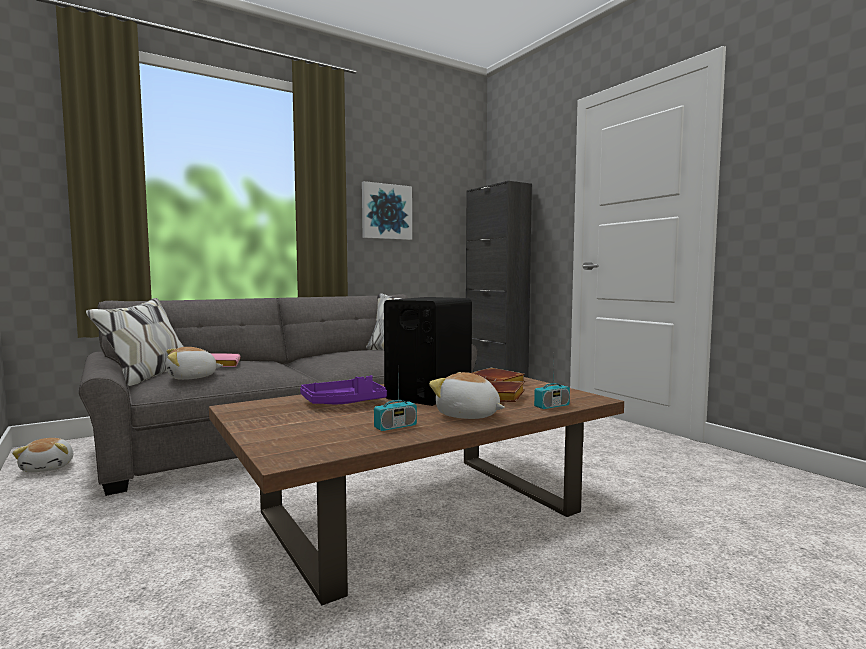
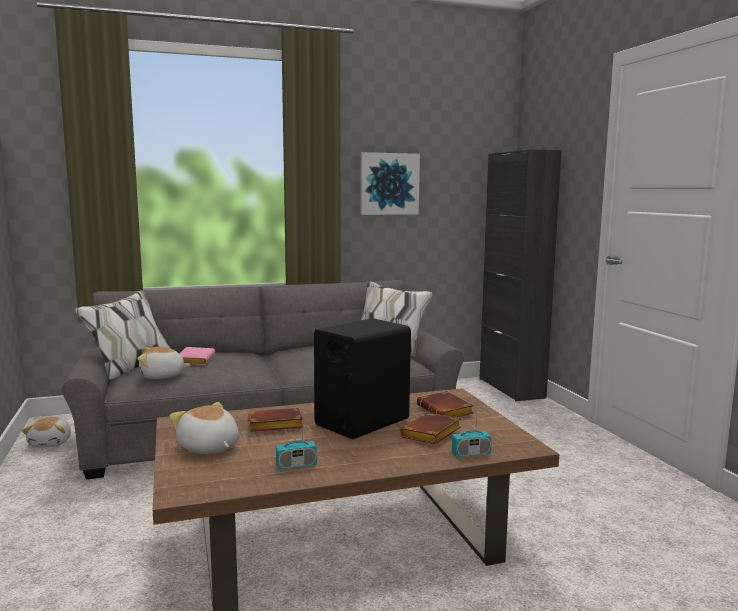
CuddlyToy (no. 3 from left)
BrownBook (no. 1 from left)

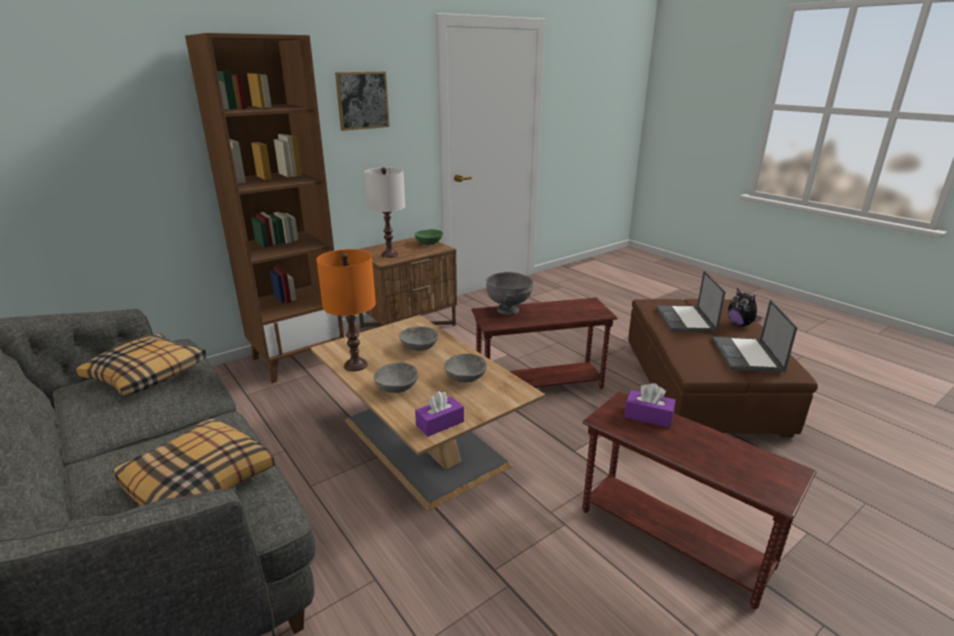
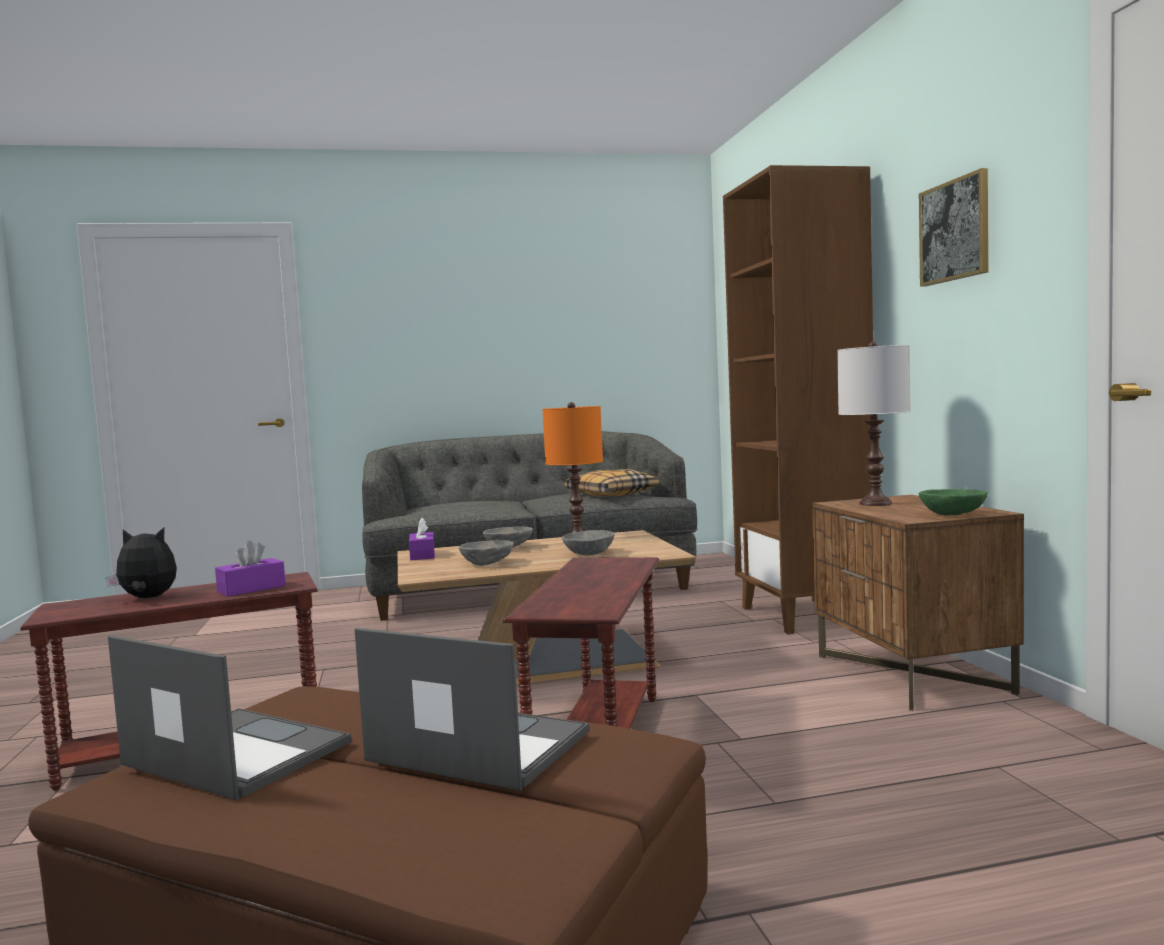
Cushion (no. 2 from left in the first image)
GrayServingBowl (no. 4 from left in the first image)
CuddlyToy

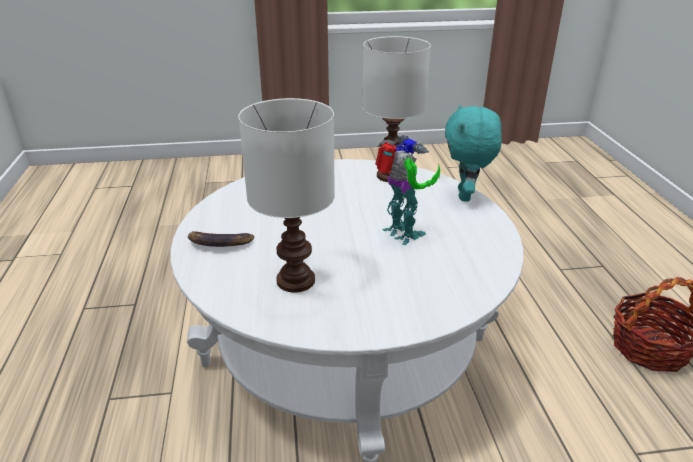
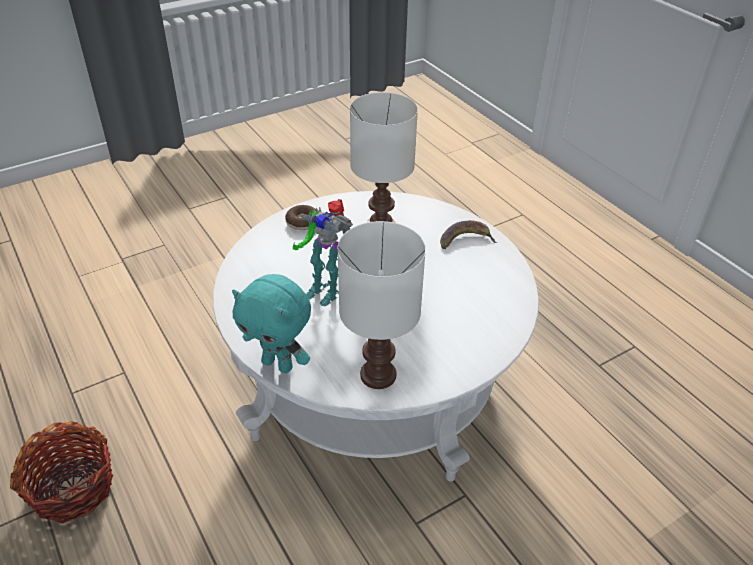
Donut
TurquoiseCuddlyToy

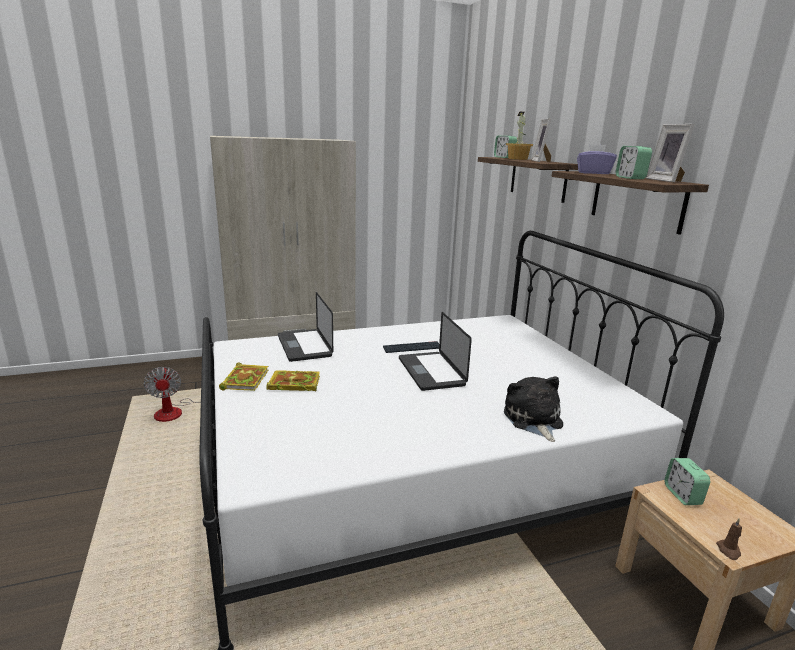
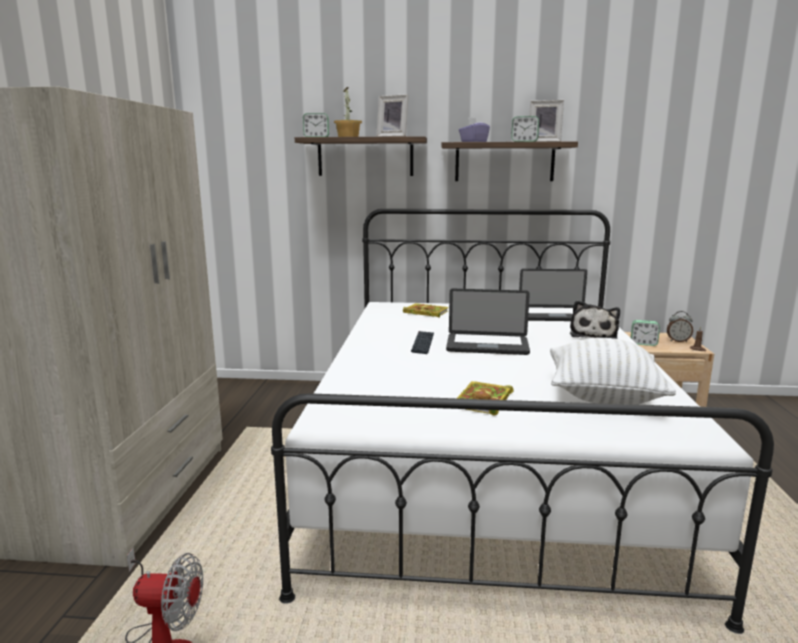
WhiteCushion
BedsideClock (no. 4 from left)
Book (no. 1 from left)
PortableComputer (no. 2 from left)
CuddlyToy

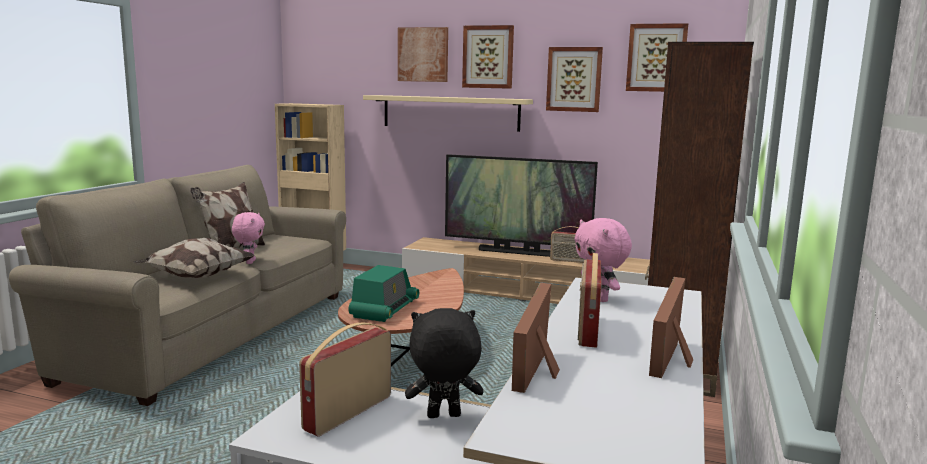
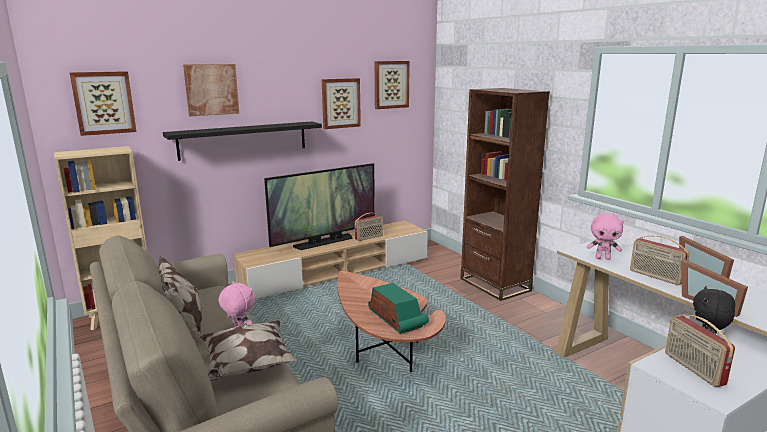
WallArt (no. 1 from left)
BlackColouredWallShelf

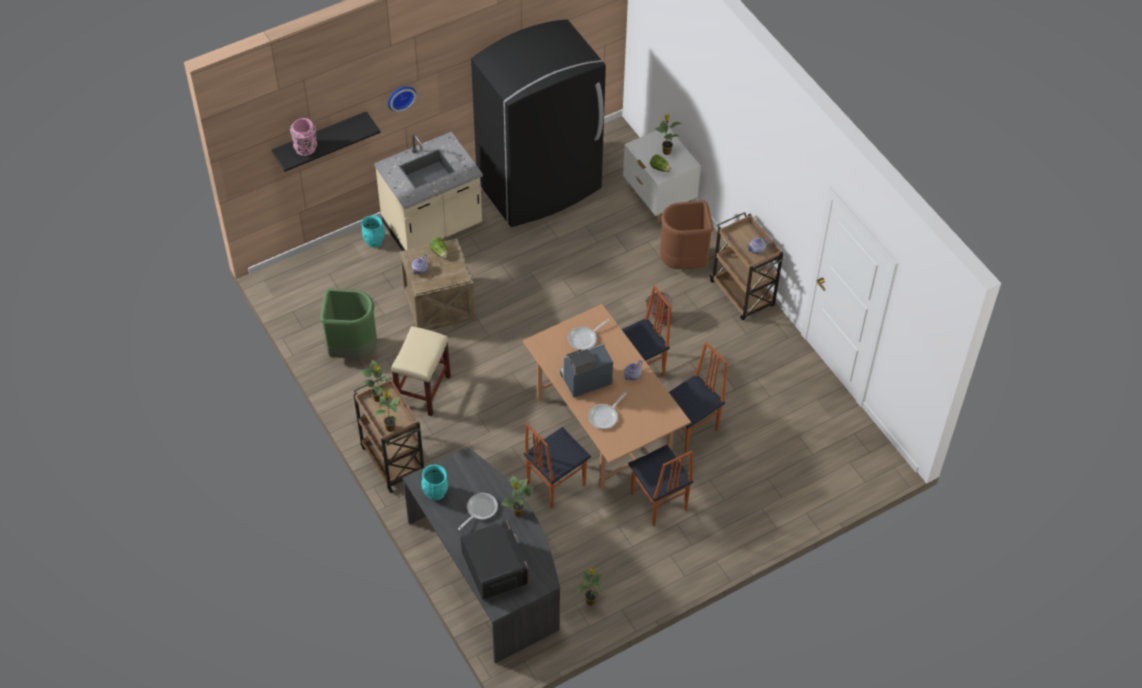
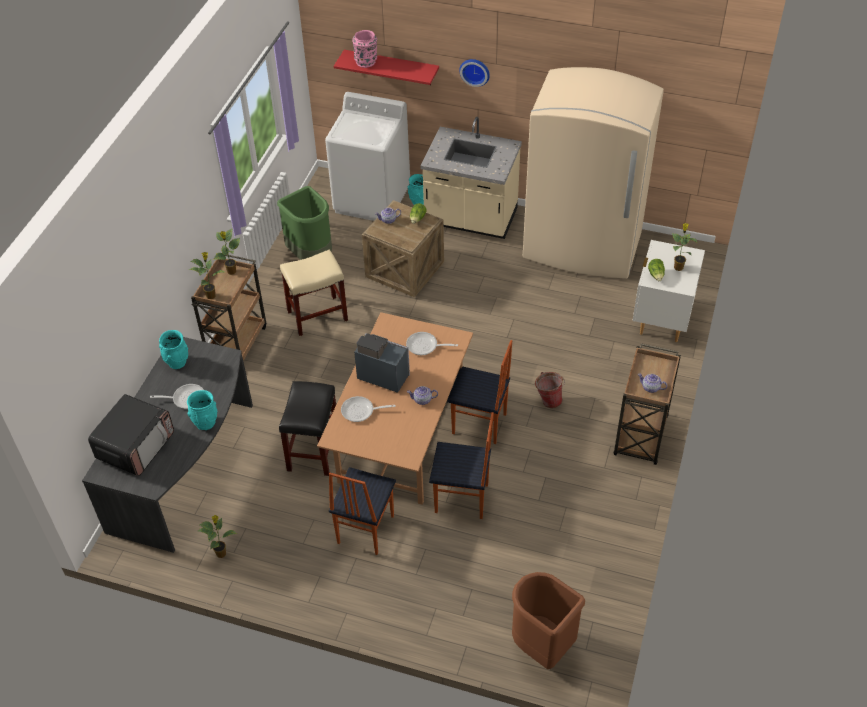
WhiteLaundryAppliance
BrownTrashCan
TurquoiseDecorativeVase (no. 2 from left)
BlackColouredSittingStool
RedWallShelf
BeigeColouredFridge

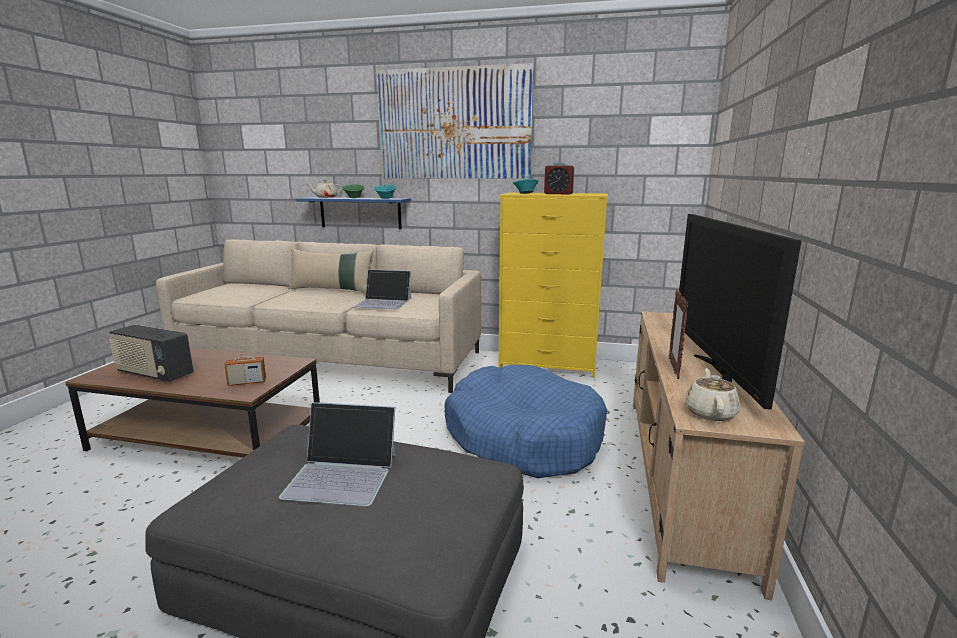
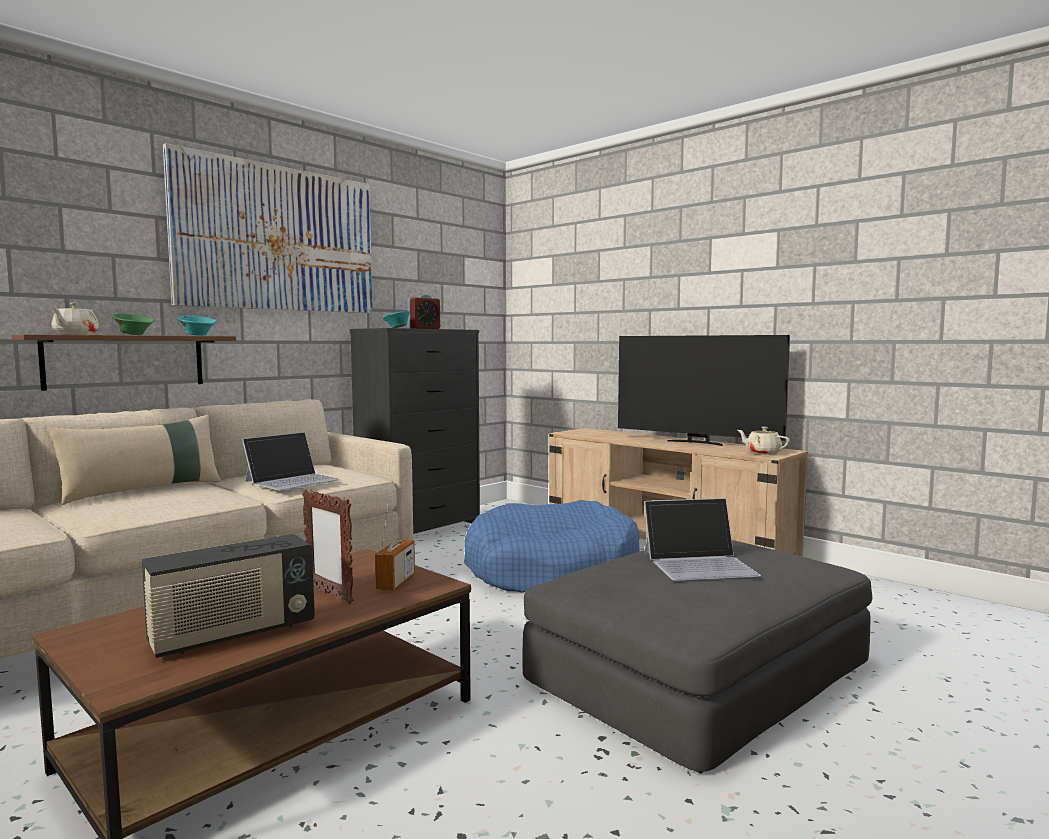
PictureFrame
BrownWallShelf
BlackColouredDresser
PortableComputer (no. 2 from left)

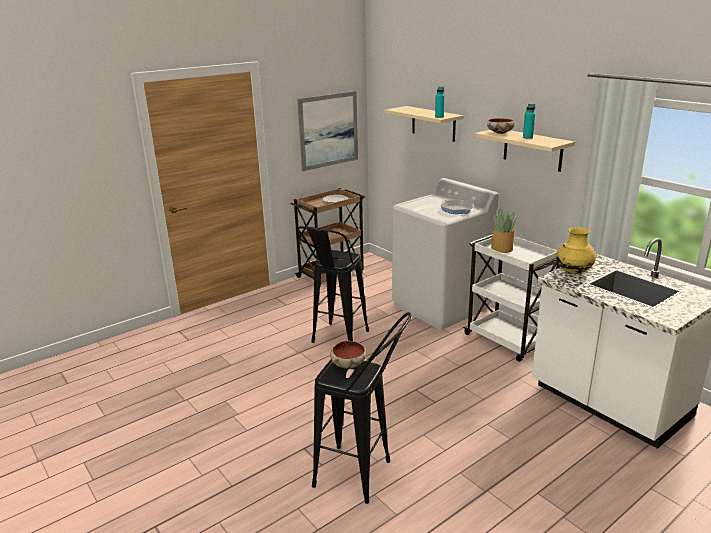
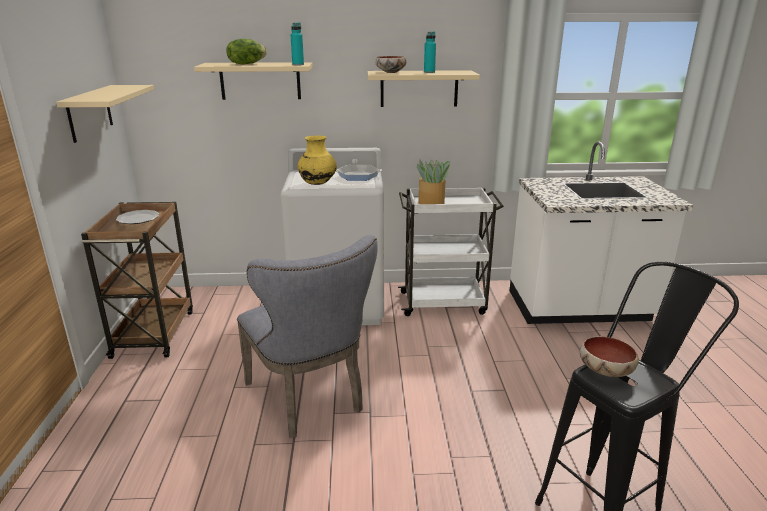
HeadOfLettuce
YellowDecorativeVase
BeigeColouredWallShelf (no. 1 from left)
GrayPlainChair

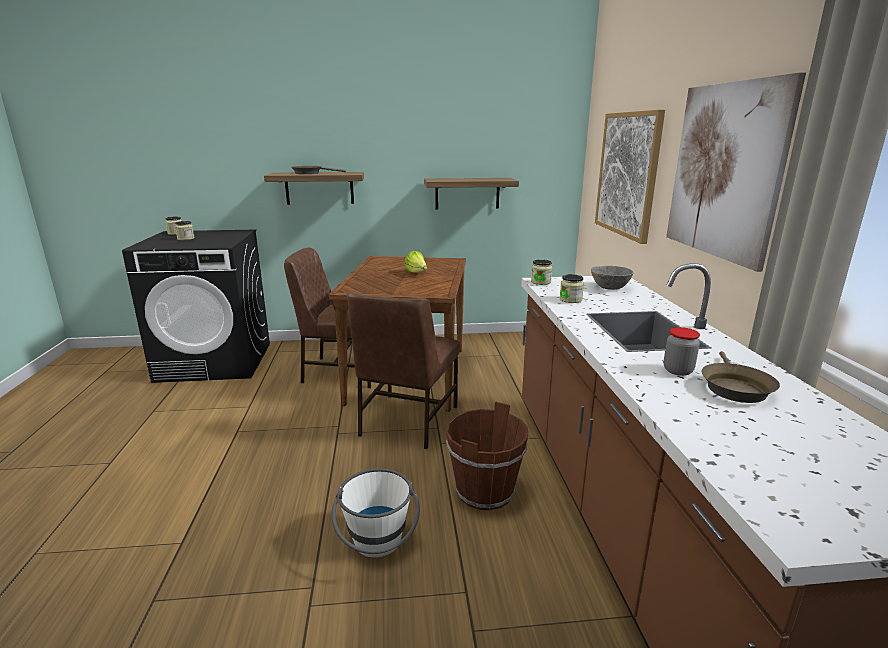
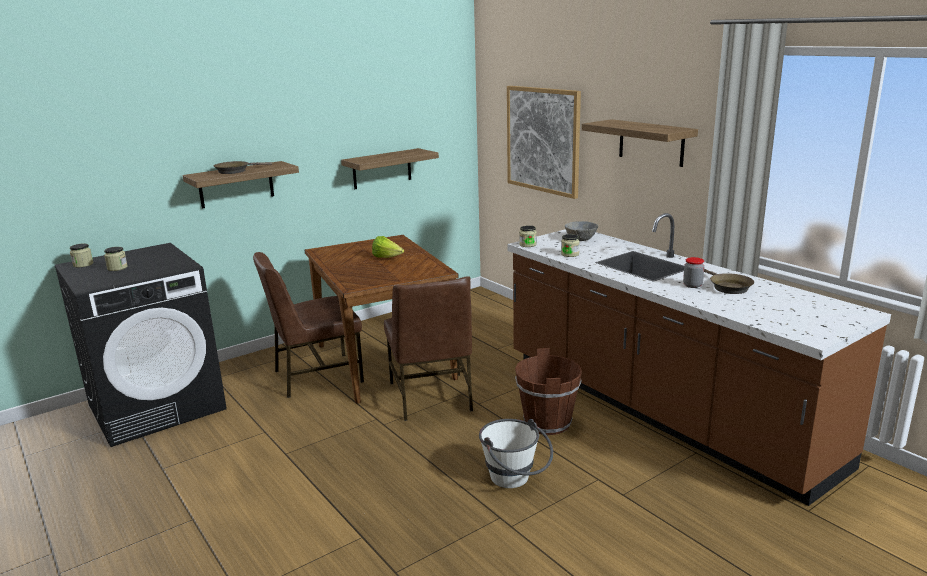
WallShelf (no. 3 from left)

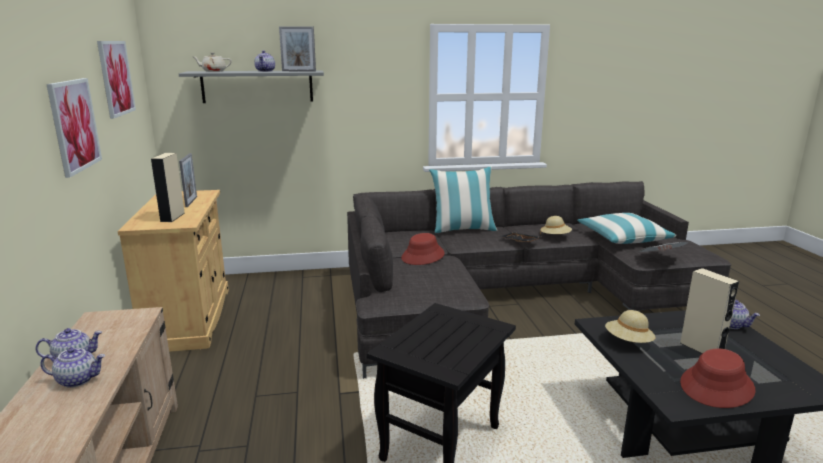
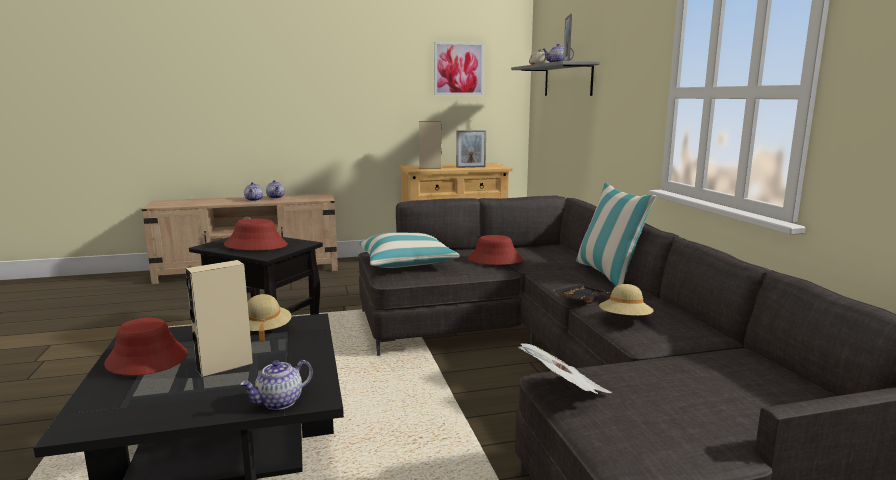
WallArt (no. 1 from left in the first image)
RedHat (no. 2 from left)
Cushion (no. 1 from left)

